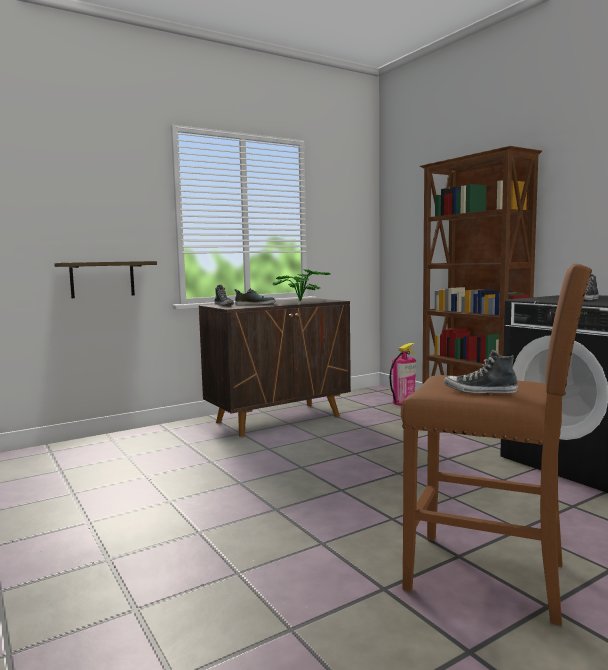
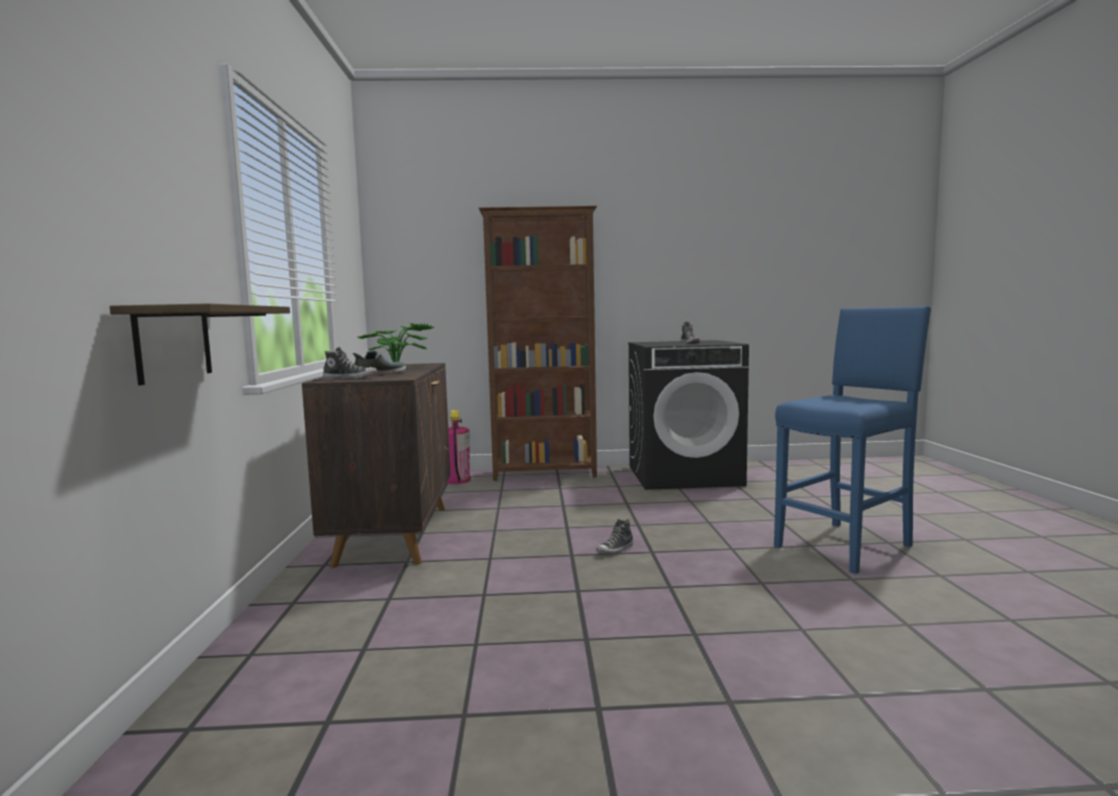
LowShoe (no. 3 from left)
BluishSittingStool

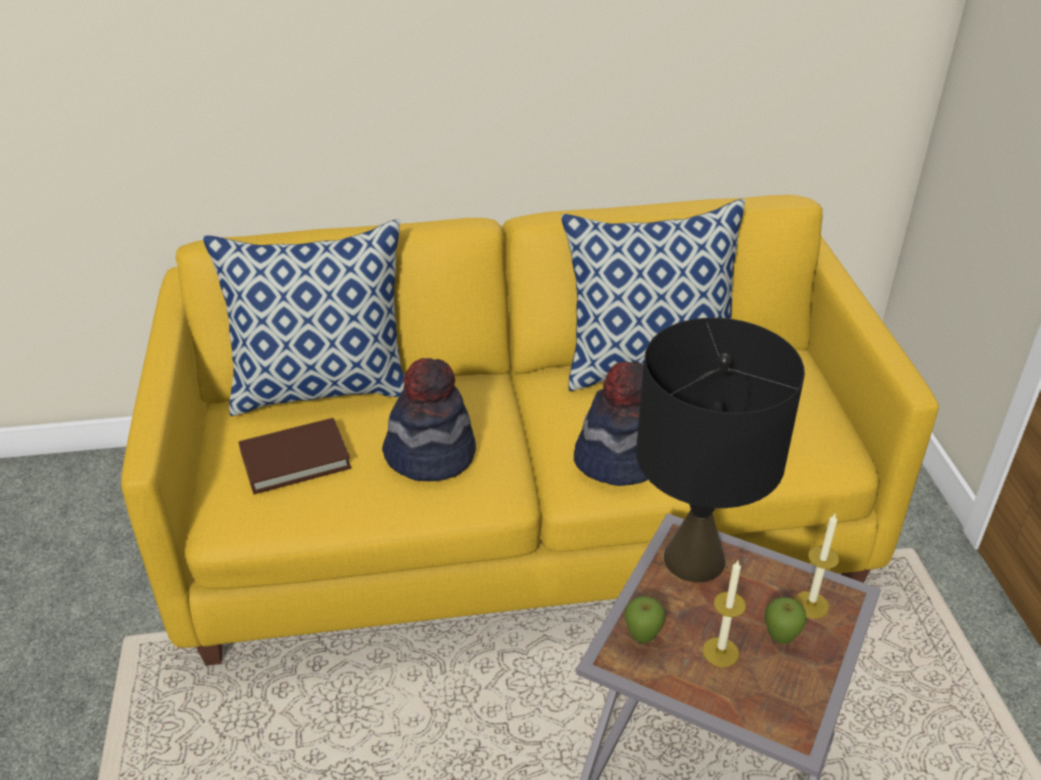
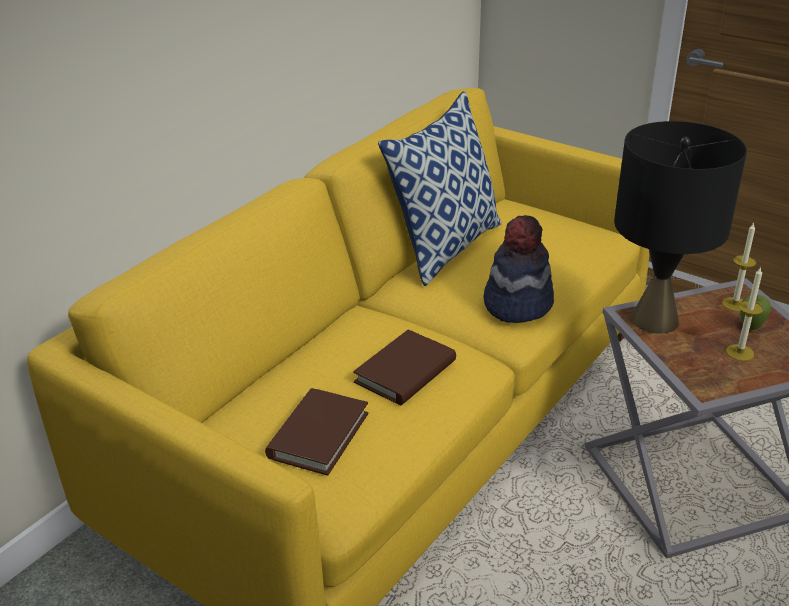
Cushion (no. 1 from left in the first image)
AppleFruit (no. 1 from left in the first image)
BrownBook (no. 2 from left)

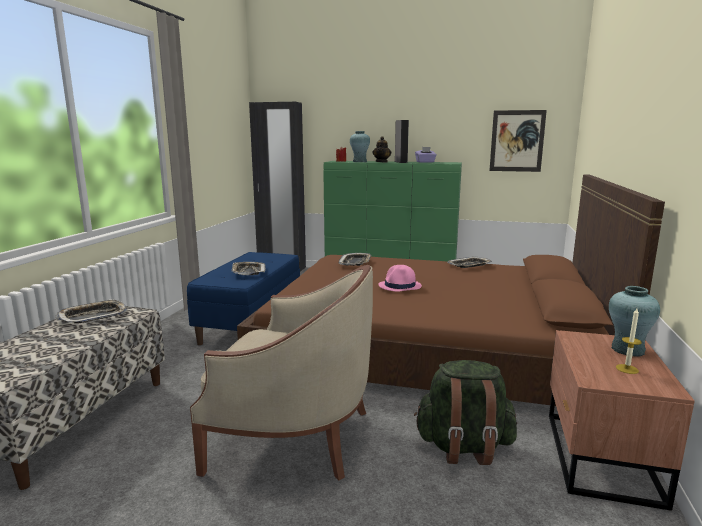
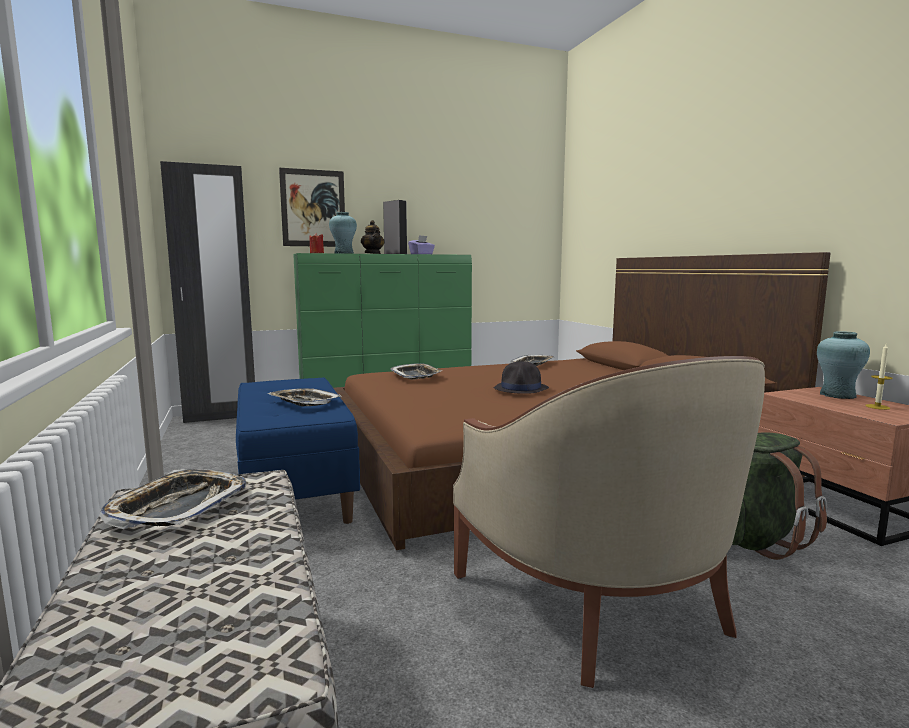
WallArt
BlackColouredHat
BeigeColouredArmchair

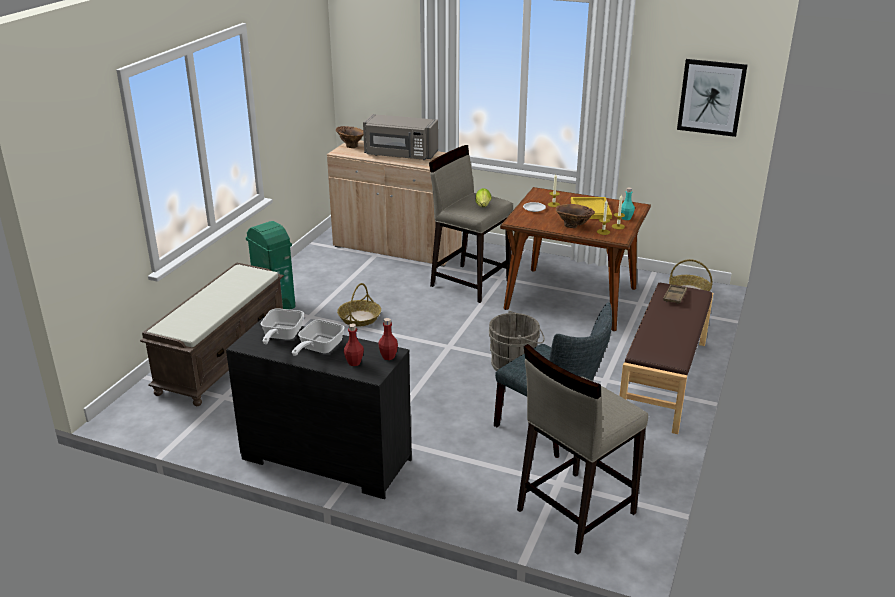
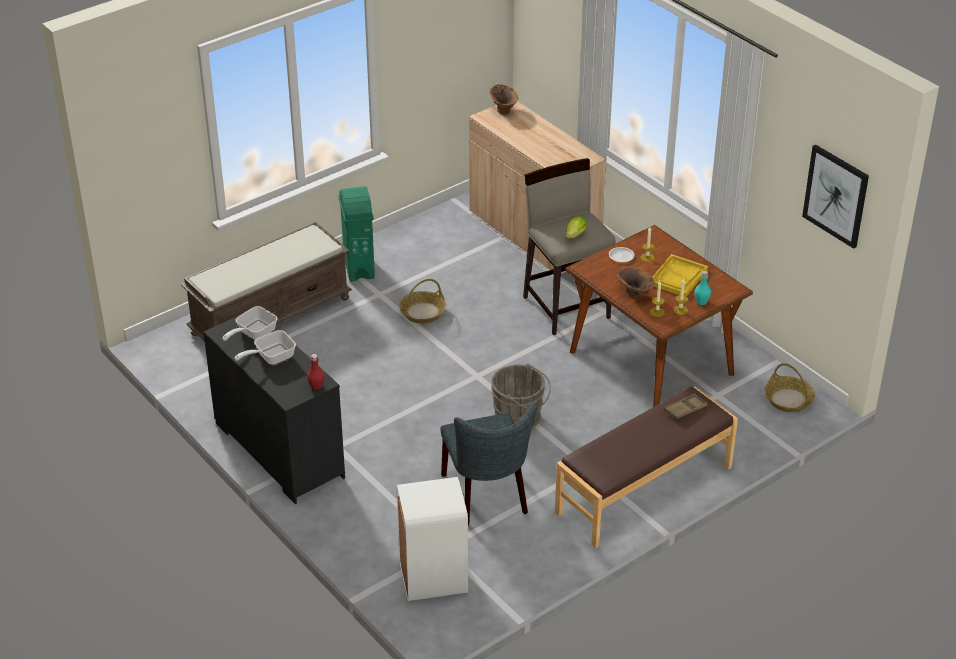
RedDrinkBottle (no. 1 from left in the first image)
GrayMicrowaveOven
WhiteTrashCan

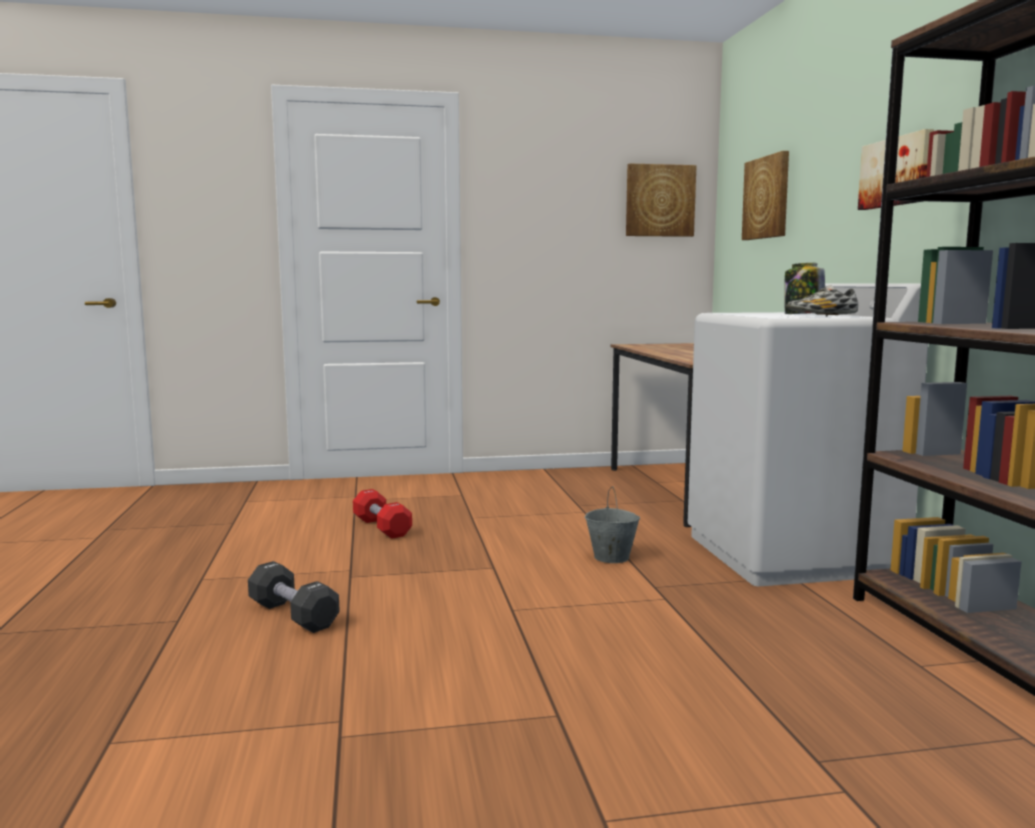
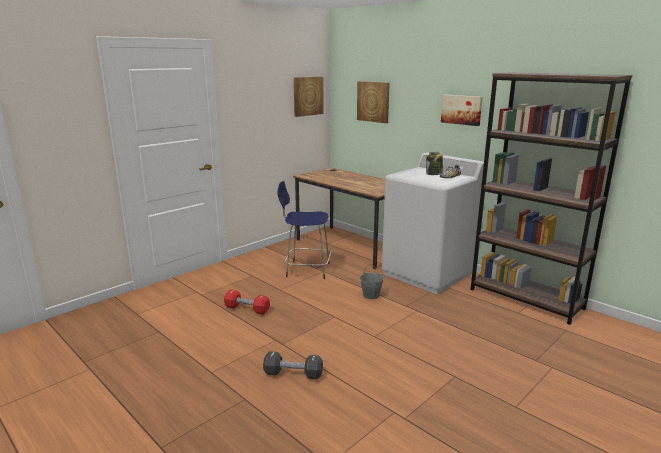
BluishSittingStool

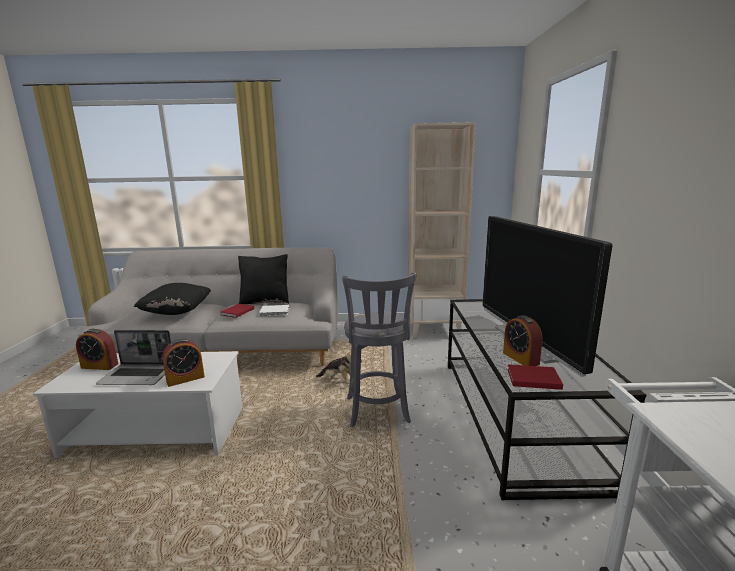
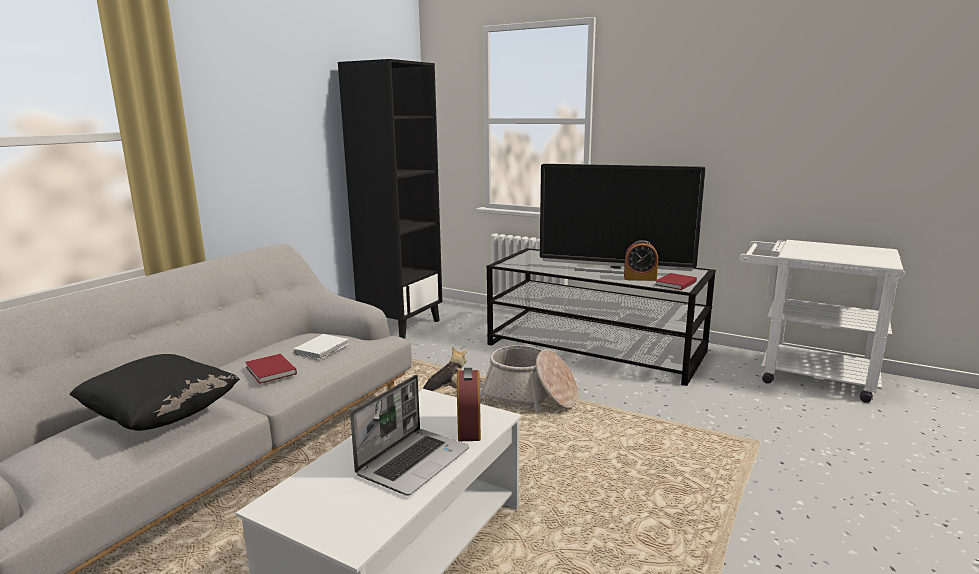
BedsideClock (no. 1 from left in the first image)
BlackColouredCushion (no. 2 from left in the first image)
HouseholdBasket
BlackColouredBookcase

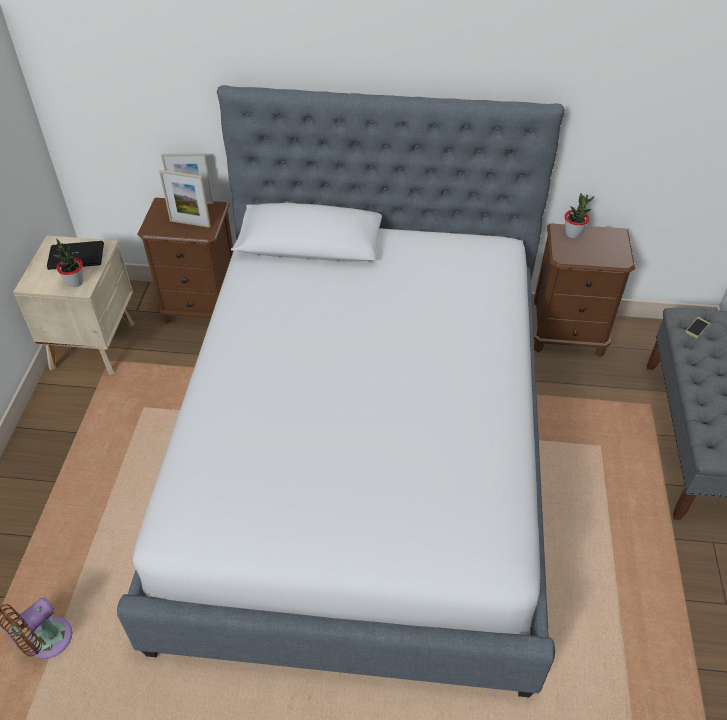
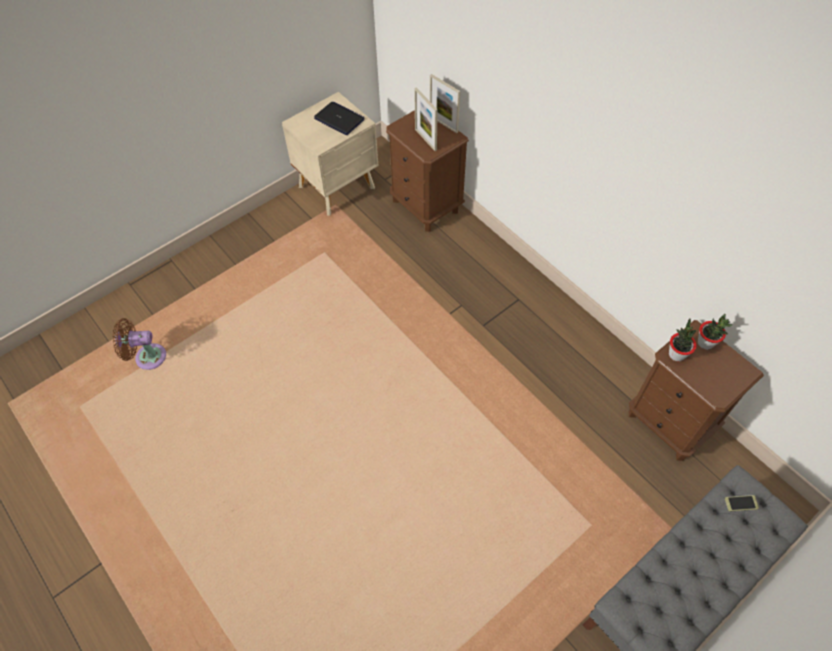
Bed
PlantInAPot (no. 1 from left)

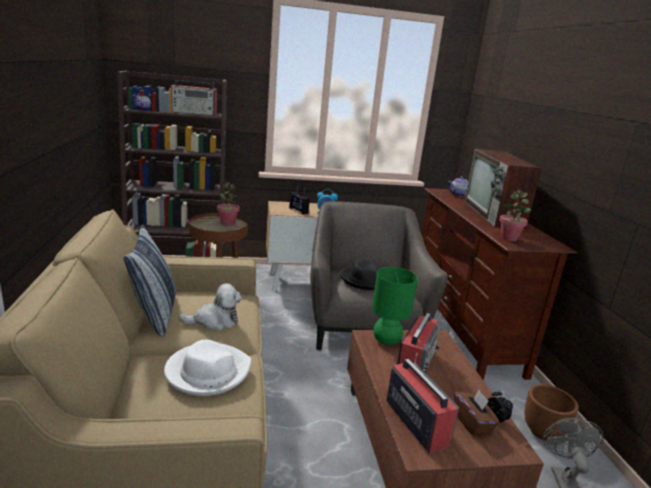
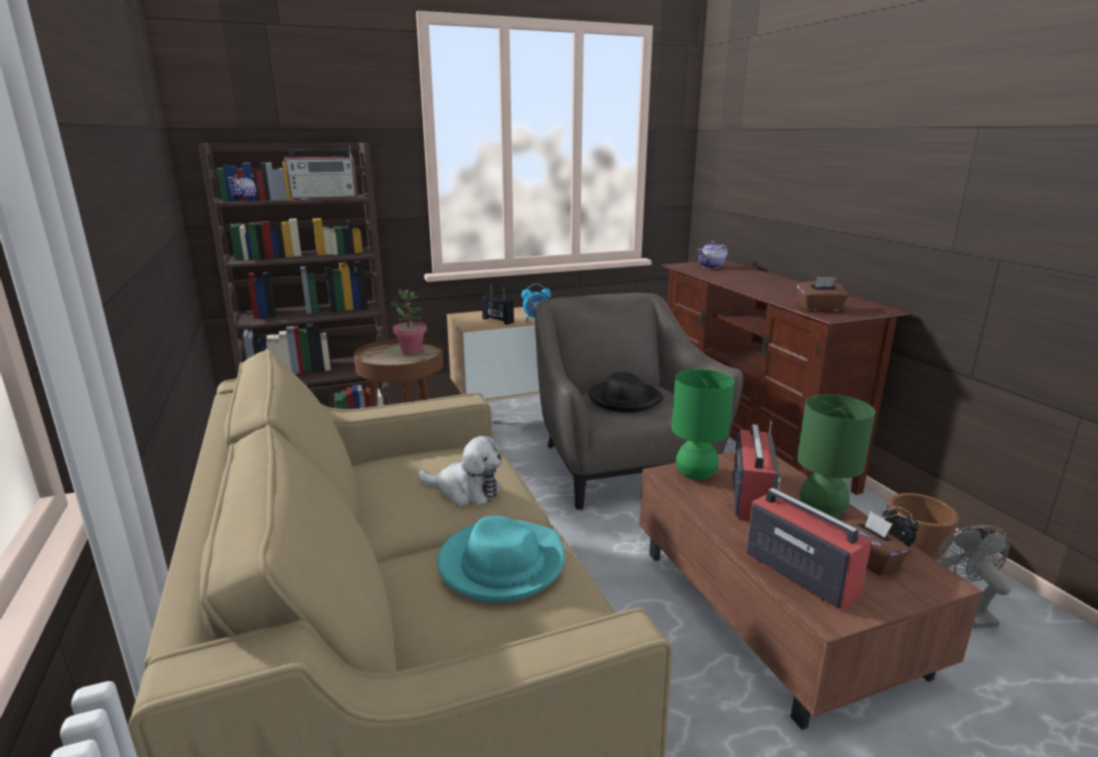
Cushion
Television
GreenColouredTabletopLamp (no. 2 from left)
BrownTissueBox (no. 1 from left)
TurquoiseHat
CuddlyToy

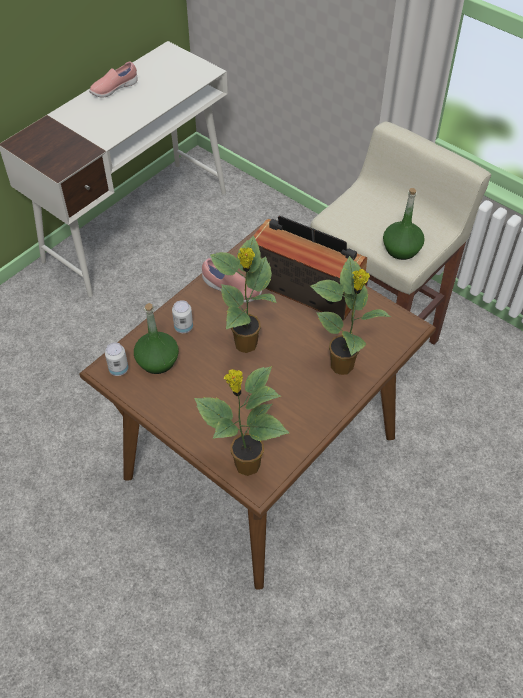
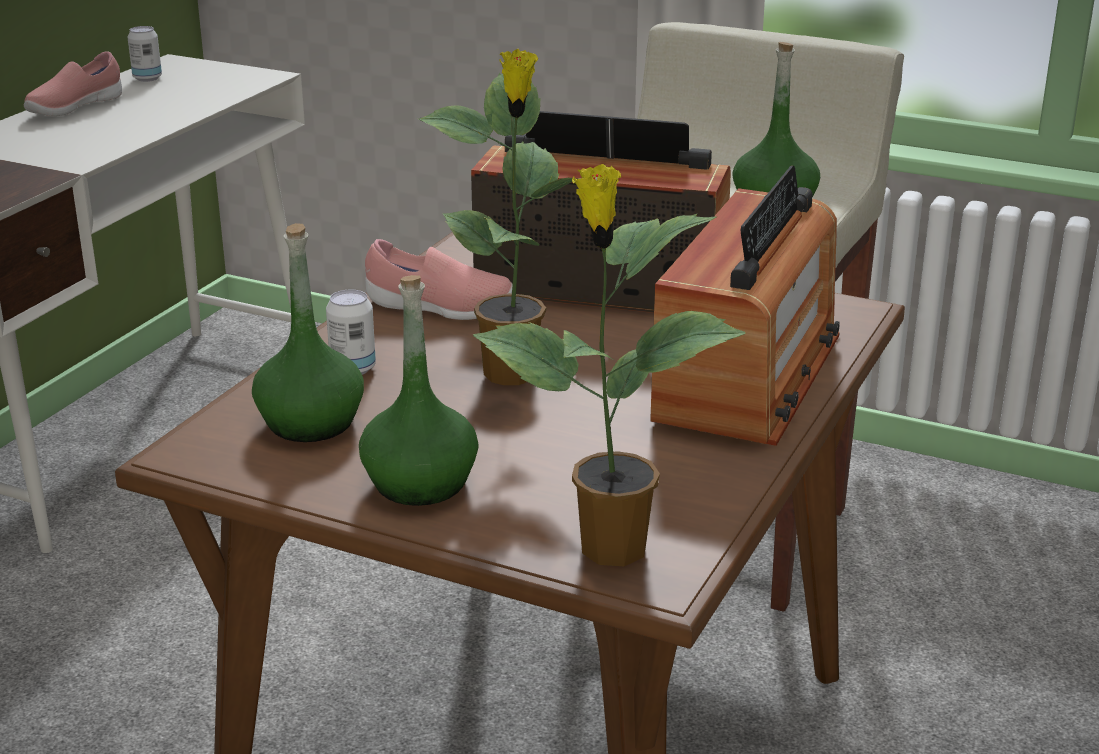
GreenColouredDrinkBottle (no. 2 from left)
MetalCan (no. 1 from left)
Radio (no. 2 from left)

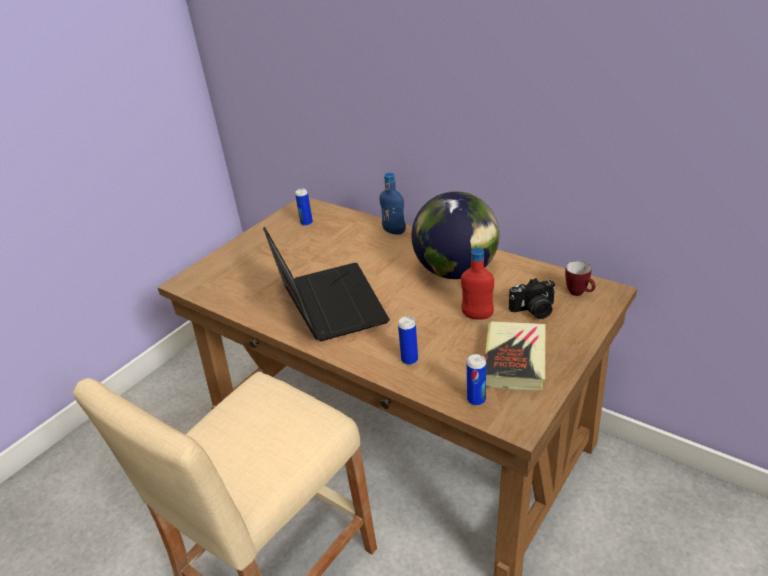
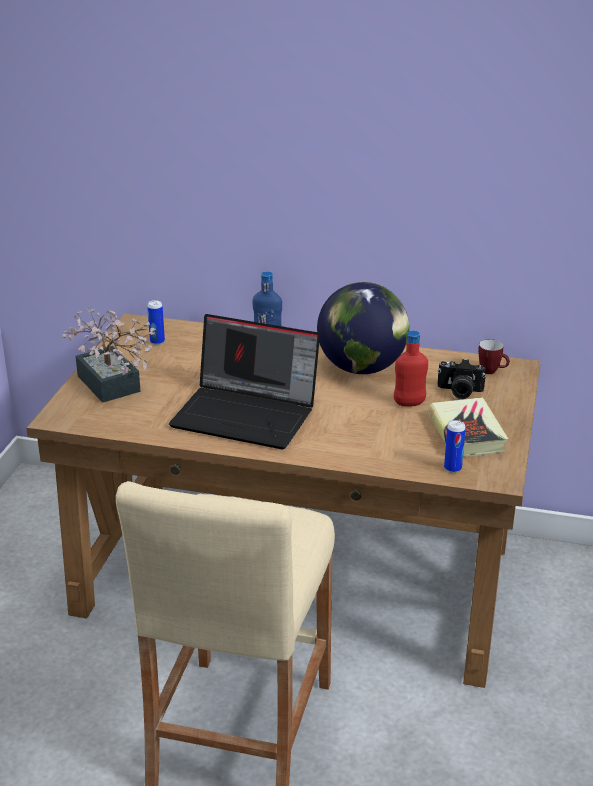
MetalCan (no. 2 from left in the first image)
PlantInAPot
PortableComputer
StillCamera

